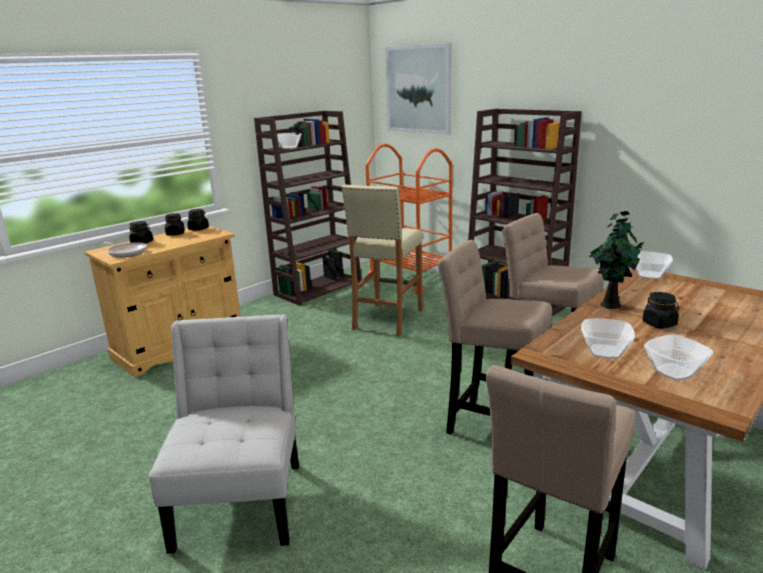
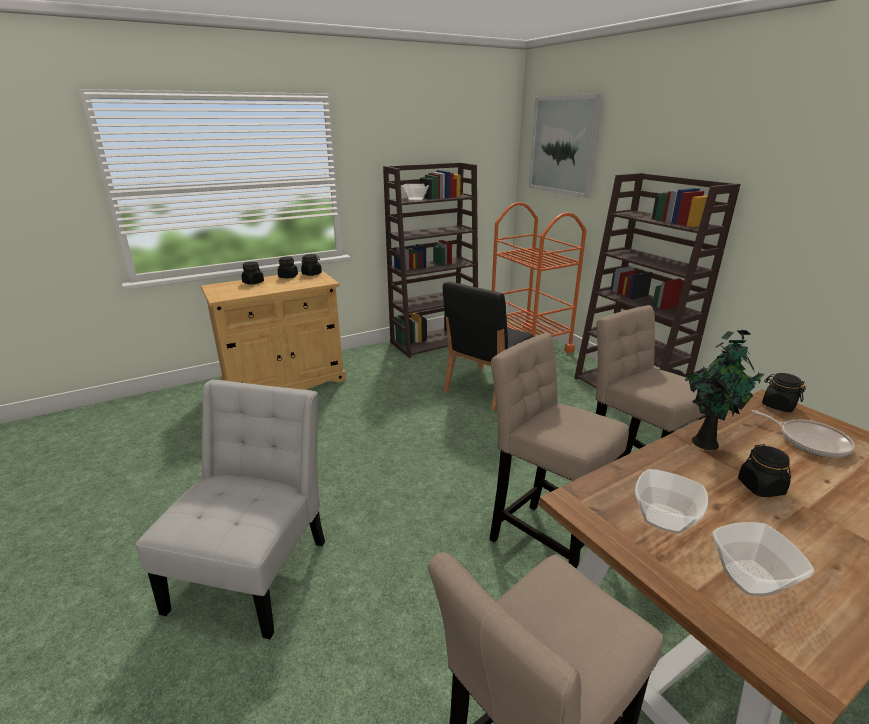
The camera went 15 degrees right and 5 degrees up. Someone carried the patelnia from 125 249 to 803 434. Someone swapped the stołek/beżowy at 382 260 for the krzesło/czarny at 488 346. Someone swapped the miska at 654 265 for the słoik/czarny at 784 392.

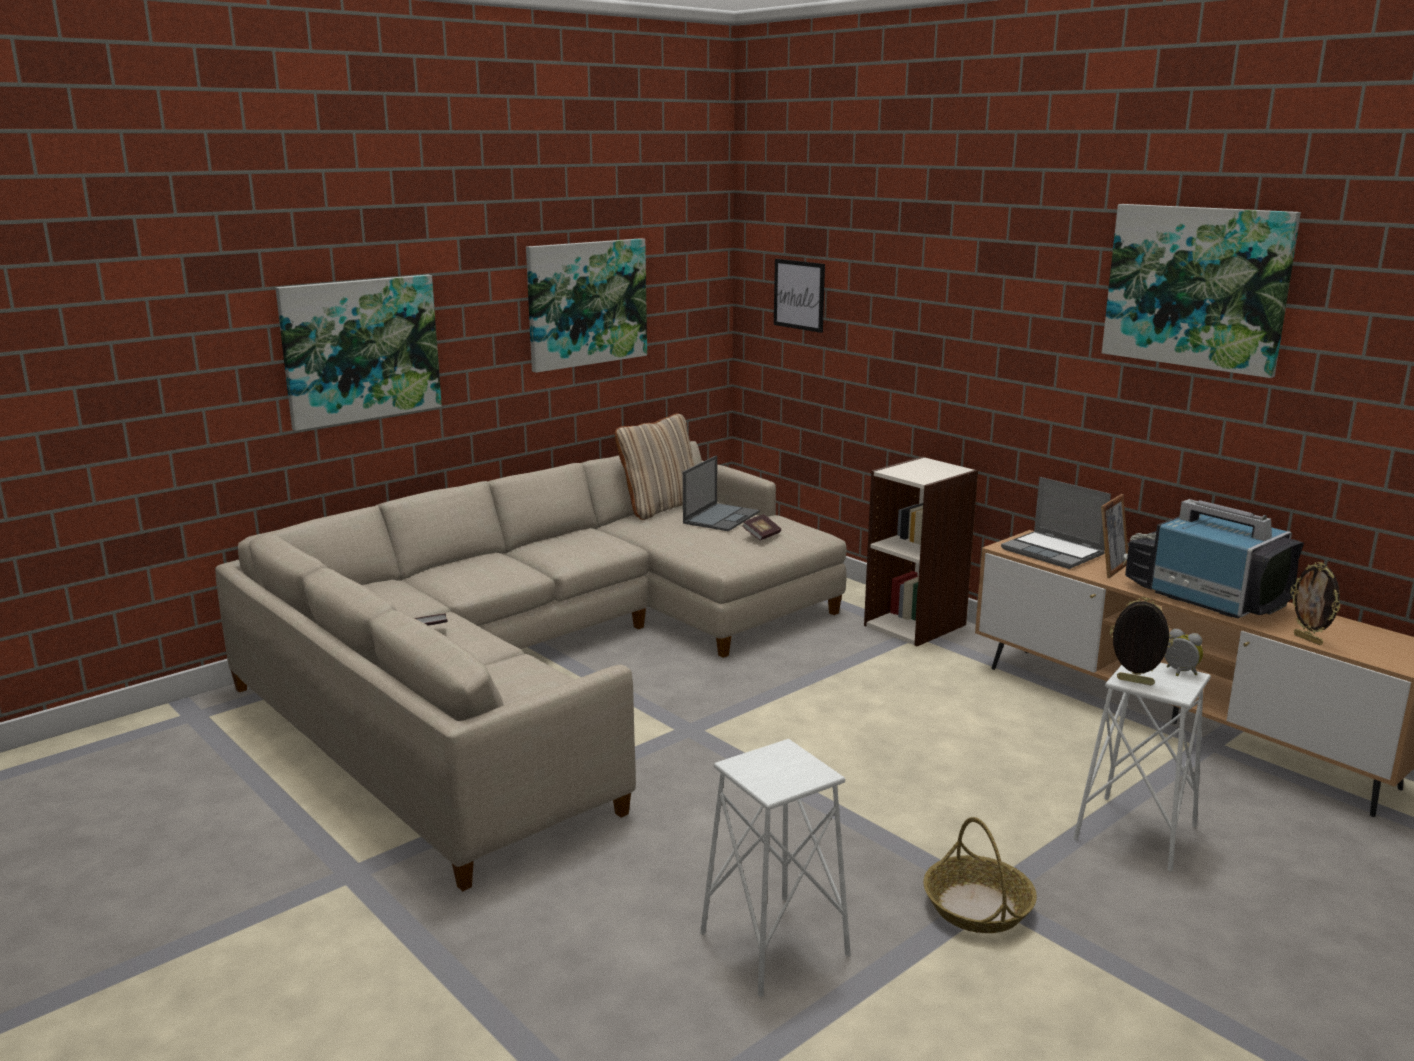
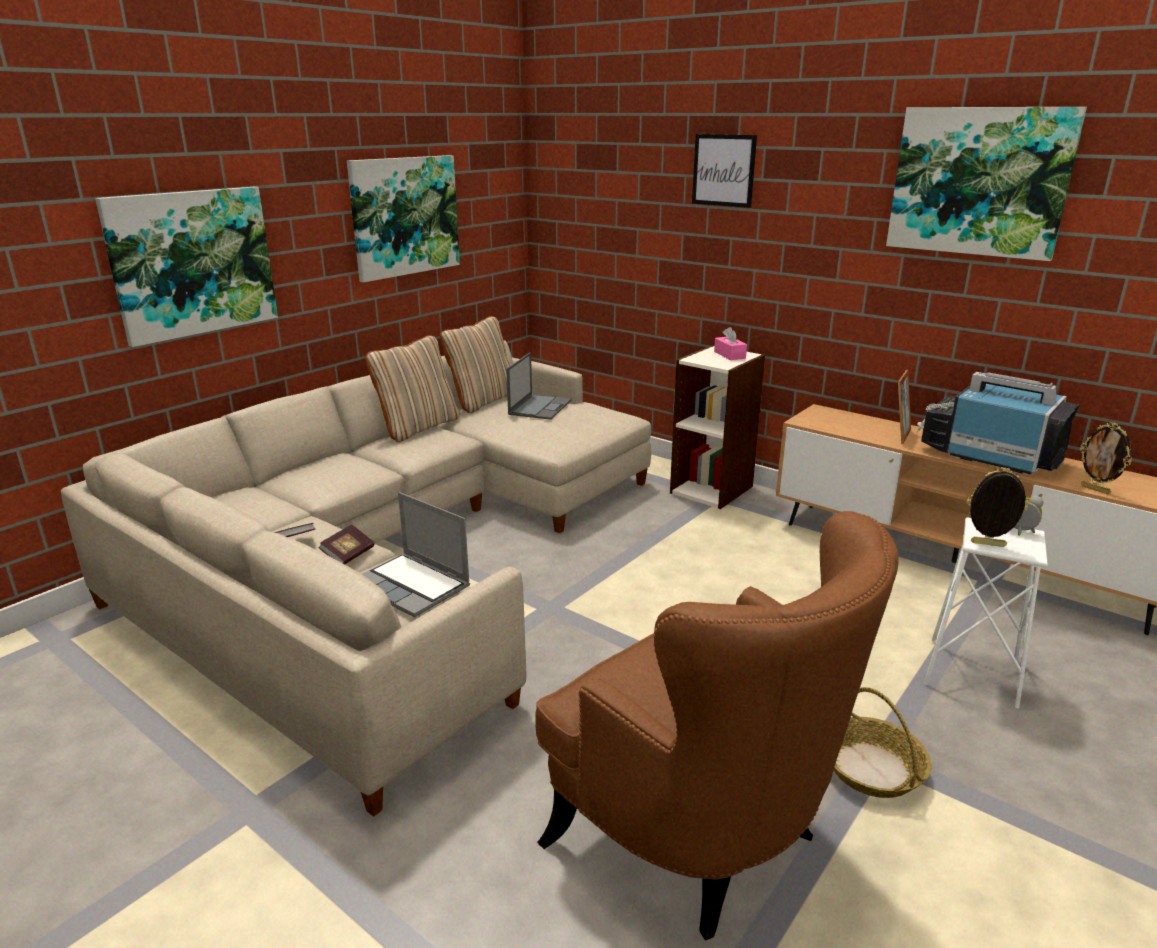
The camera went 10 degrees left and 5 degrees up. Someone swapped the stołek/biały at 775 868 for the fotel/brązowy at 717 726. Someone carried the książka from 761 527 to 347 544. Someone carried the obraz from 799 296 to 724 171. Someone carried the laptop from 1056 523 to 416 554. Someone put down the poduszka/beżowy at 412 388. Someone put down the pudełko chusteczek/różowy at 730 343.

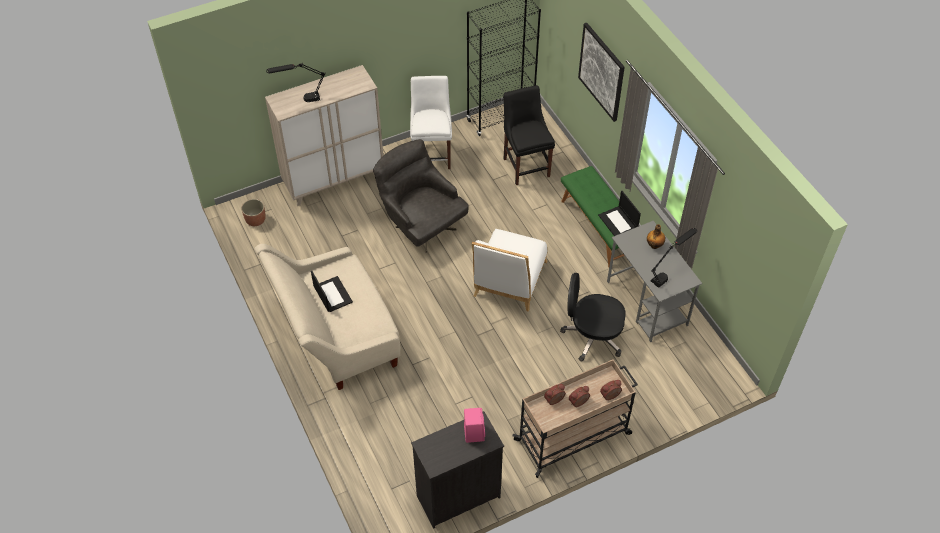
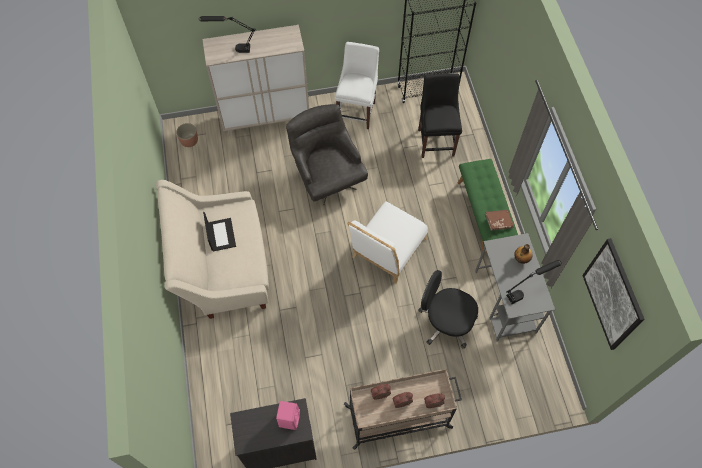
The camera went 15 degrees right and 10 degrees up. Someone carried the obraz from 601 72 to 613 294. Someone swapped the laptop at 619 213 for the książka/brązowy at 499 220.

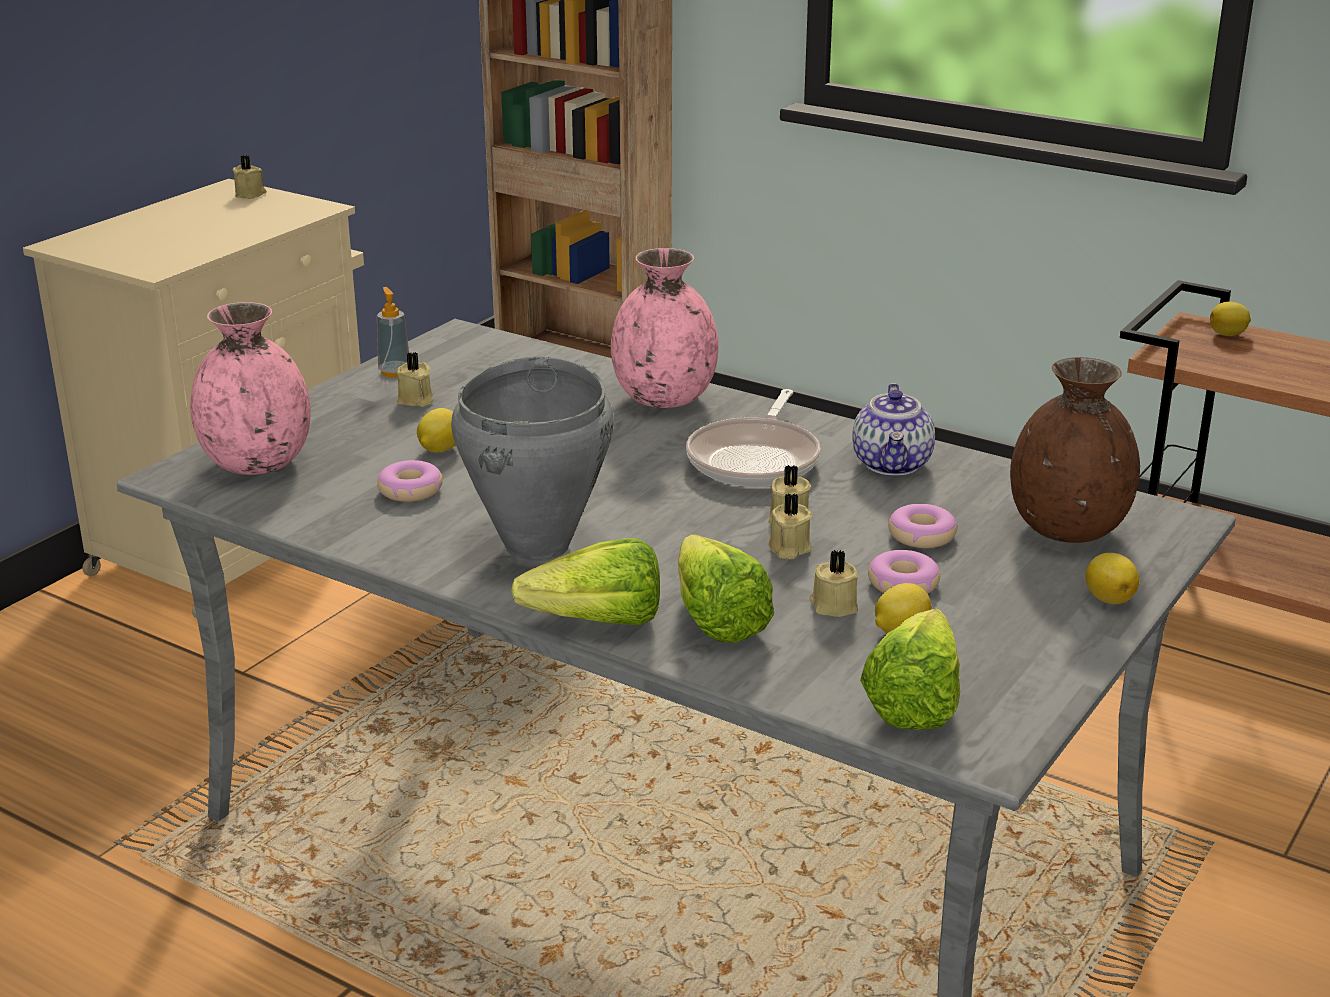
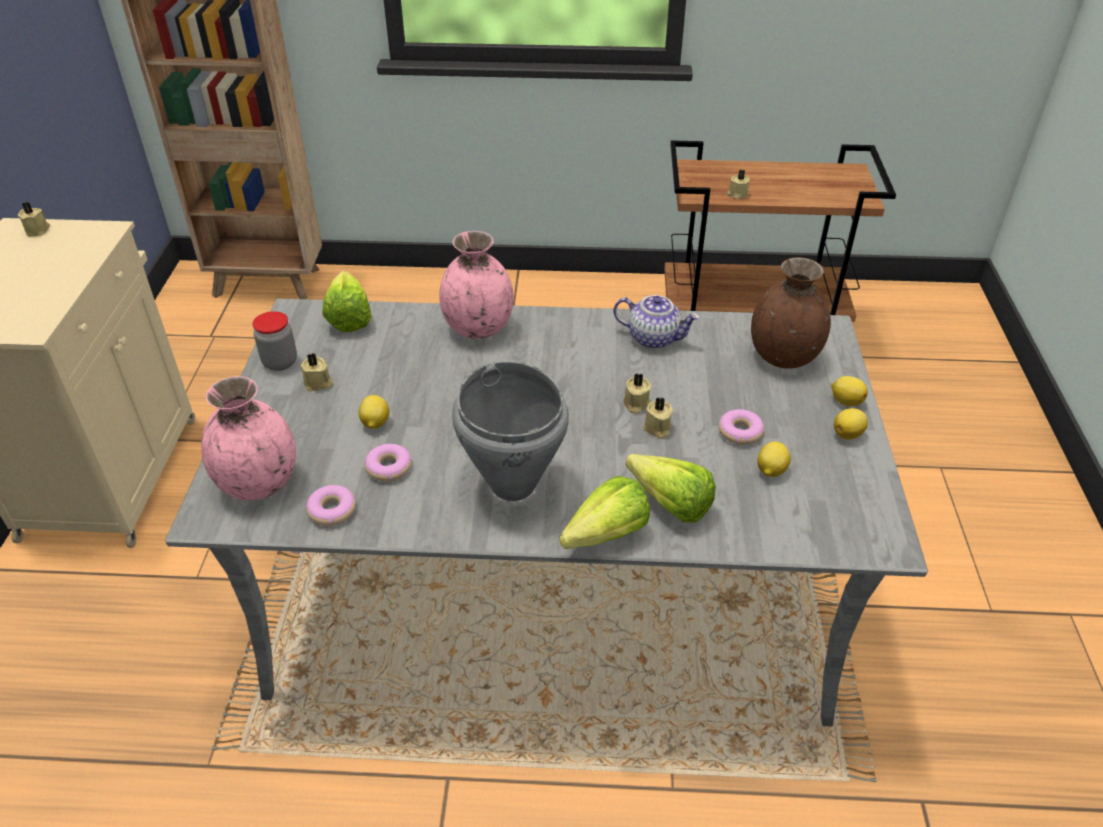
The camera went 30 degrees left and 15 degrees up. Someone swapped the dozownik mydła at 393 332 for the słoik at 274 341. Someone took away the patelnia at 753 438. Someone carried the świeca/beżowy from 833 583 to 738 184. Someone rotated the imbryk at 893 429 by 45 degrees counterclockwise. Someone carried the sałata from 910 669 to 347 301. Someone carried the donut from 923 526 to 330 505. Someone carried the cytryna from 1230 318 to 851 424.

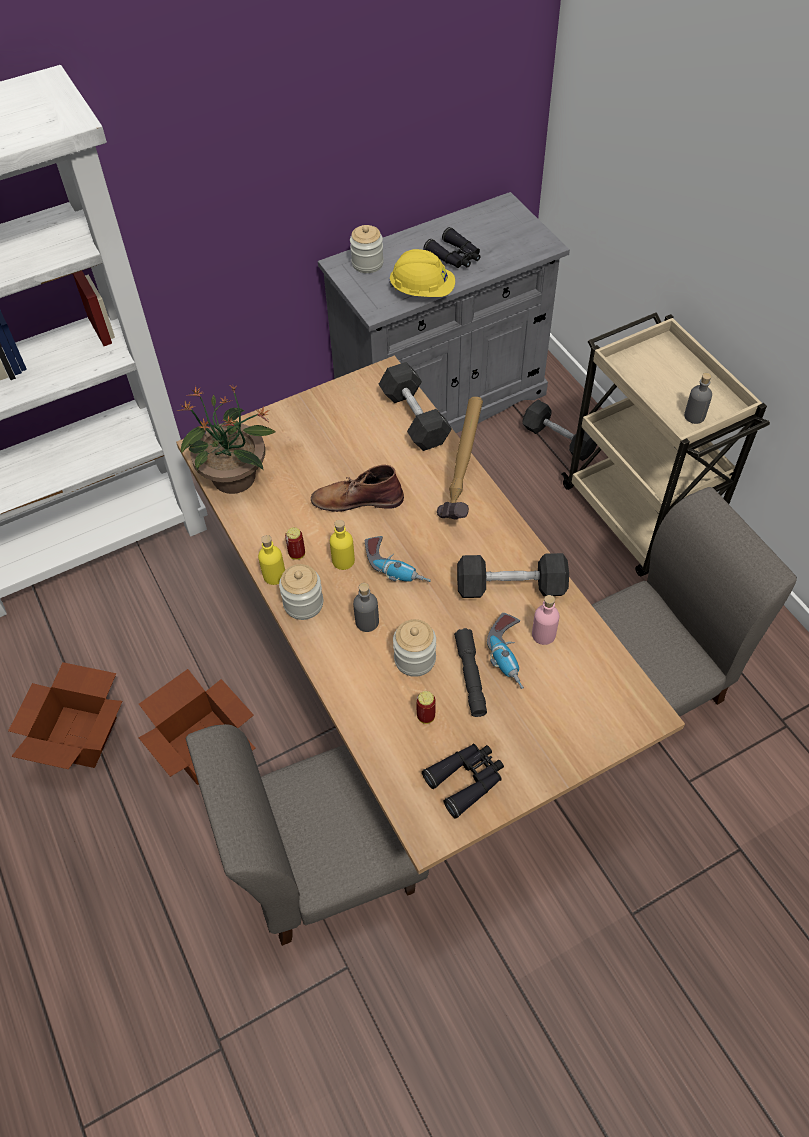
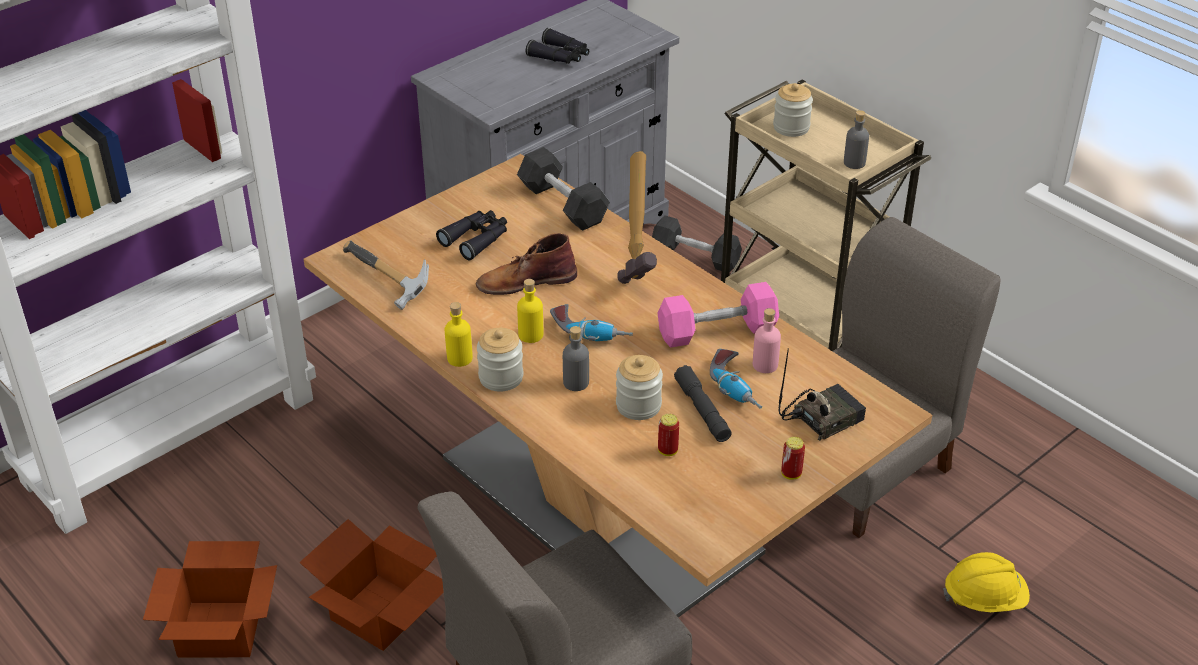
The camera went 15 degrees left and 15 degrees down. Someone swapped the roślina doniczkowa at 226 440 for the młotek at 386 275. Someone carried the puszka from 295 543 to 793 458. Someone carried the słoik from 367 249 to 793 110. Someone carried the kask/żółty from 422 273 to 986 582. Someone carried the lornetka/czarny from 463 781 to 471 235. Someone repainted the hantel/czarny at 513 575, which became the hantel/różowy at 718 315. Someone put down the radio at 822 394.

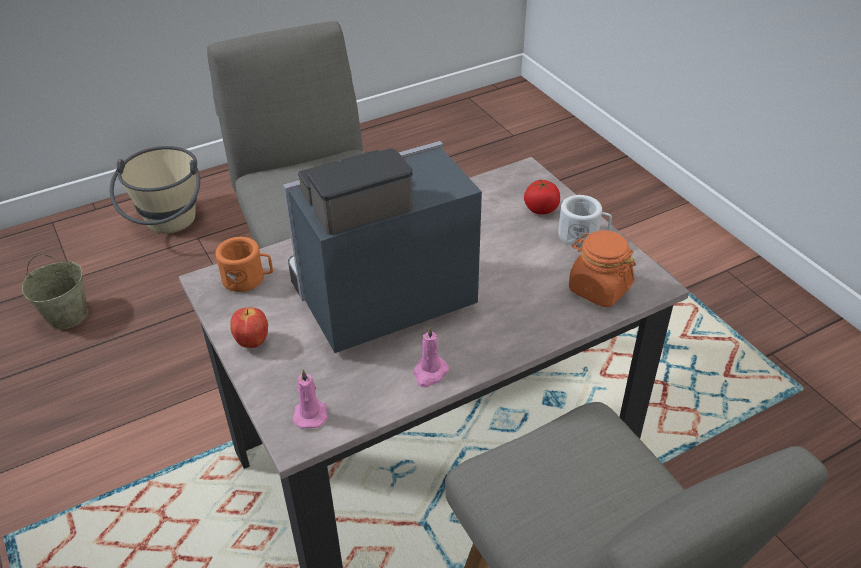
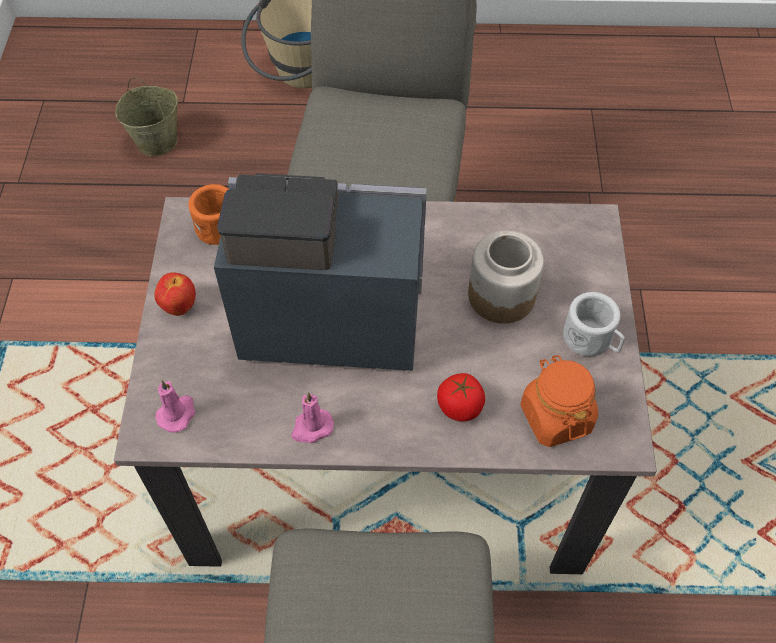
The camera went 30 degrees right and 15 degrees up. Someone carried the pomidor from 542 197 to 461 397. Someone put down the słoik at 506 277.

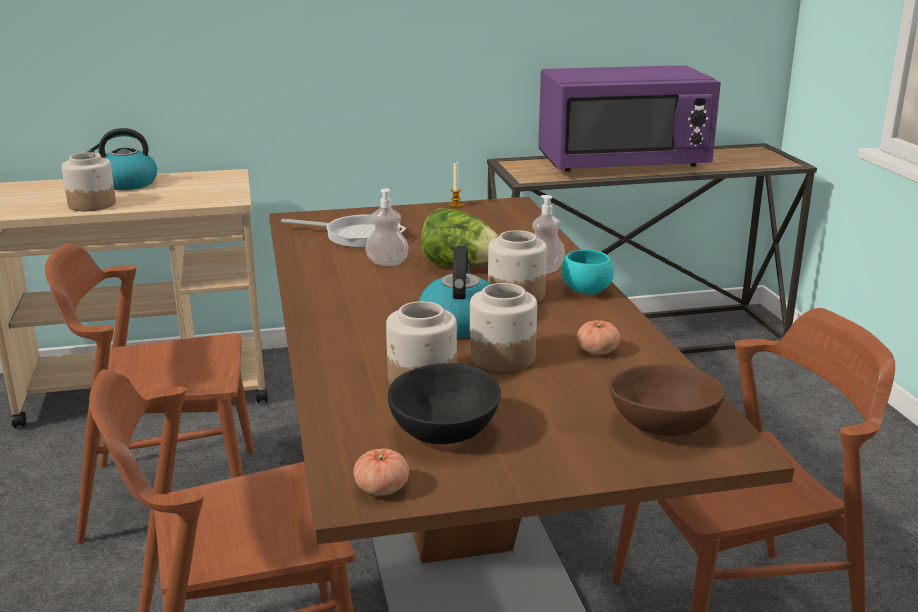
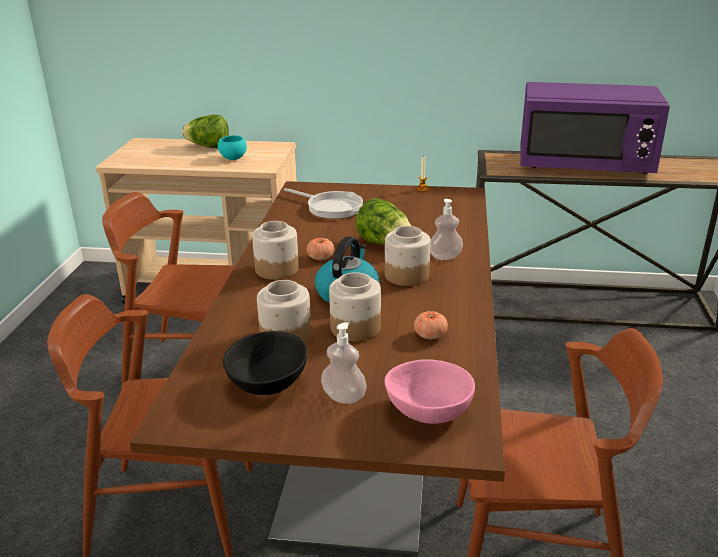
The camera went 20 degrees right and 5 degrees up. Someone carried the słoik from 89 182 to 275 250. Someone swapped the czajnik at 121 159 for the sałata at 205 131. Someone carried the pomidor from 381 472 to 320 249. Someone carried the dozownik mydła from 387 227 to 344 363. Someone carried the miska/turkusowy from 588 272 to 232 147. Someone repainted the miska/brązowy at 667 400, which became the miska/różowy at 430 391.

